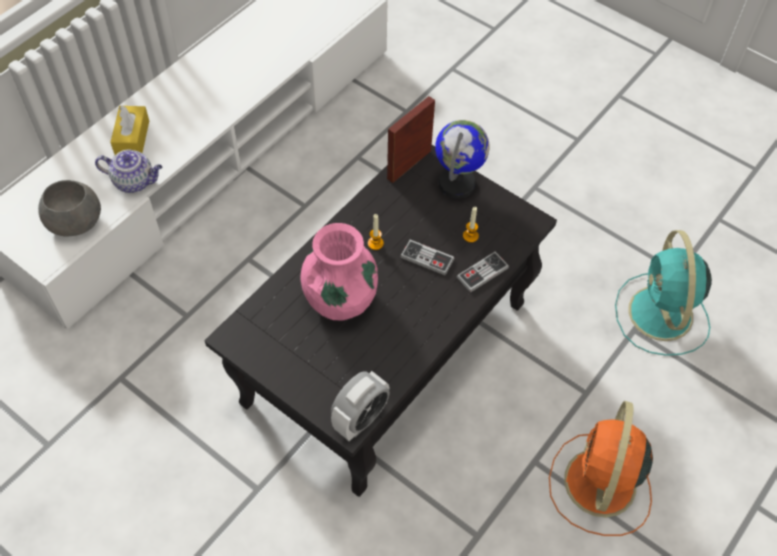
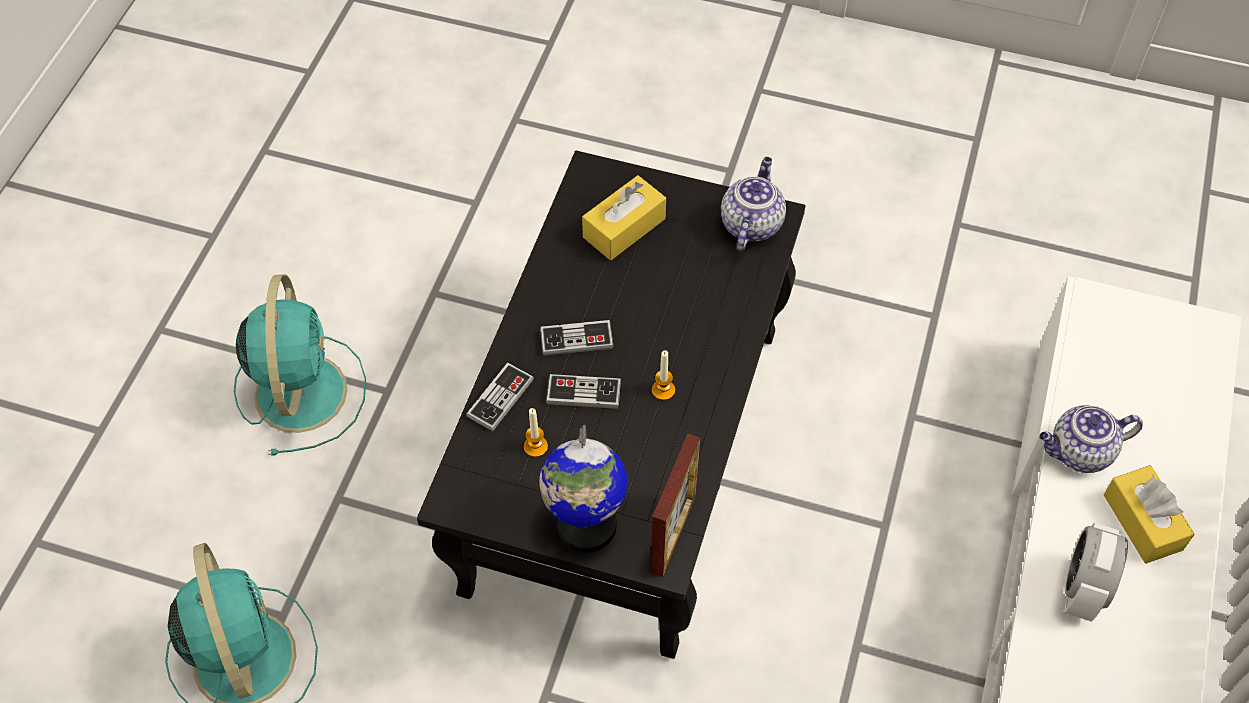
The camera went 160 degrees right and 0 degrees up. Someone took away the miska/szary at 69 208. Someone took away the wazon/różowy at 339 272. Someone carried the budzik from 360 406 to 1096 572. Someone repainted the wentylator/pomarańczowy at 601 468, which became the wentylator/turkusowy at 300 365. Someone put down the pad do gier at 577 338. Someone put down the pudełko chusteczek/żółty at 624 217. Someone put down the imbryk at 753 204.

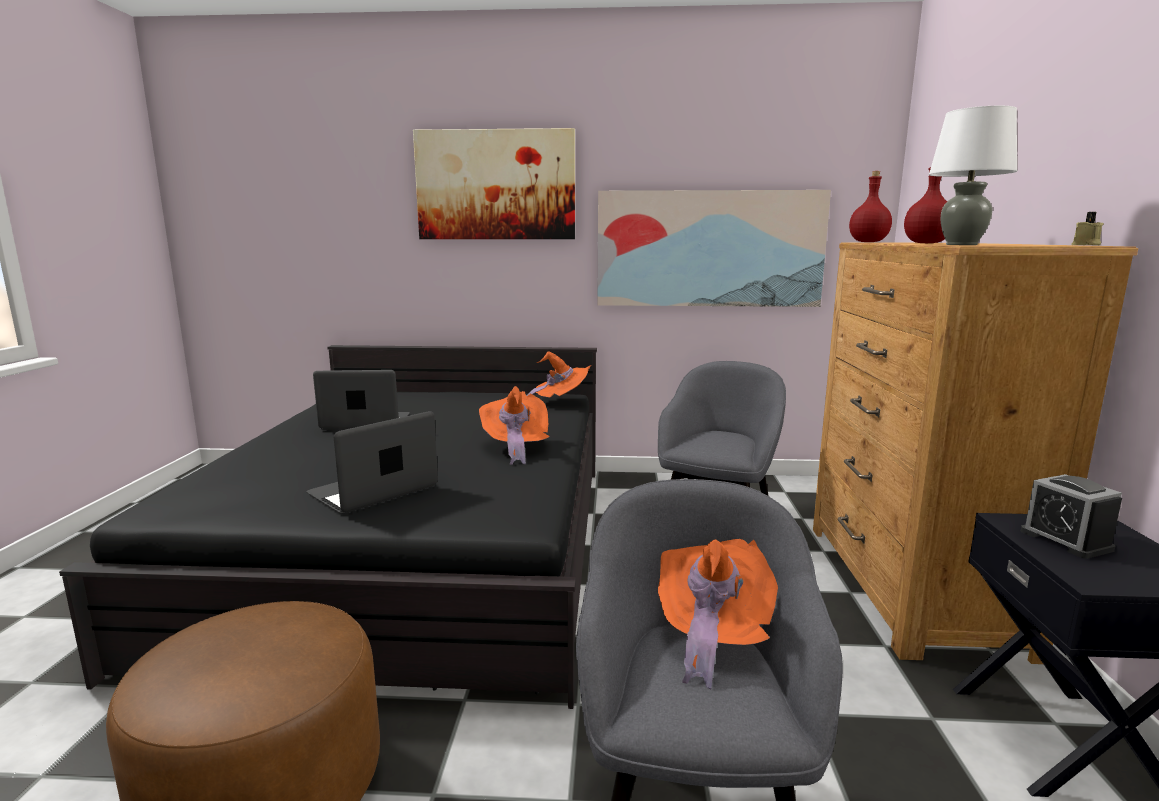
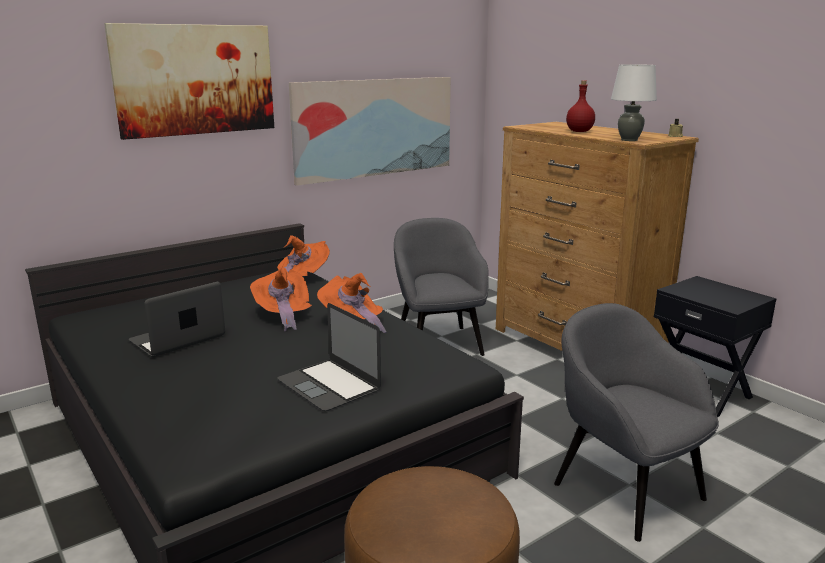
The camera went 40 degrees left and 5 degrees up. Someone rotated the laptop at 372 462 by 45 degrees counterclockwise. Someone carried the kapelusz/pomarańczowy from 718 614 to 281 299. Someone took away the butelka/czerwony at 870 206. Someone took away the budzik at 1071 516.

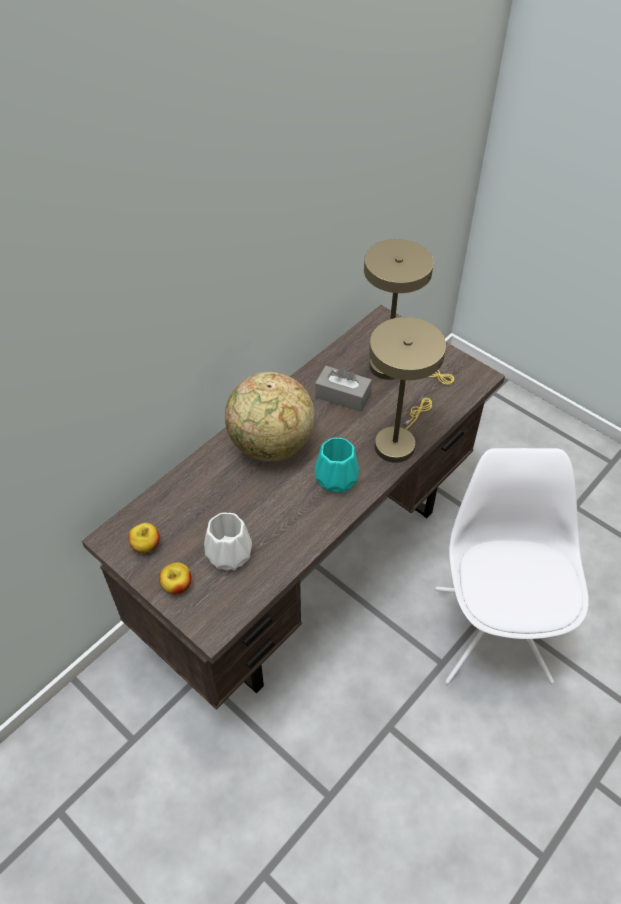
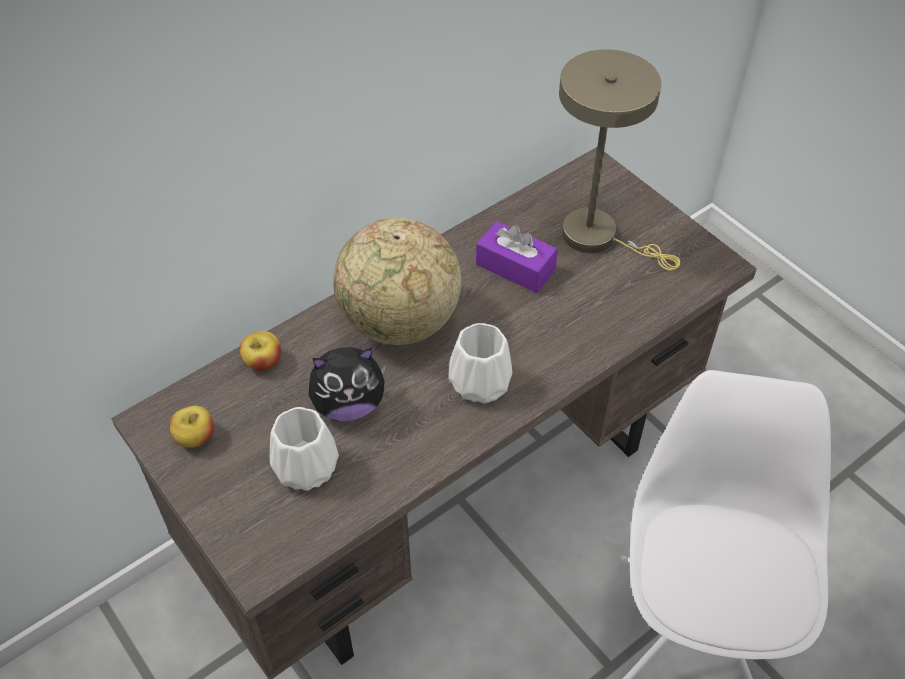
The camera went 10 degrees right and 0 degrees up. Someone carried the jabłko from 175 578 to 260 351. Someone repainted the pudełko chusteczek/szary at 343 389, which became the pudełko chusteczek/fioletowy at 517 257. Someone repainted the wazon/turkusowy at 337 465, which became the wazon/biały at 480 363. Someone took away the lampa stołowa/beżowy at 407 390. Someone put down the pluszak at 347 384.

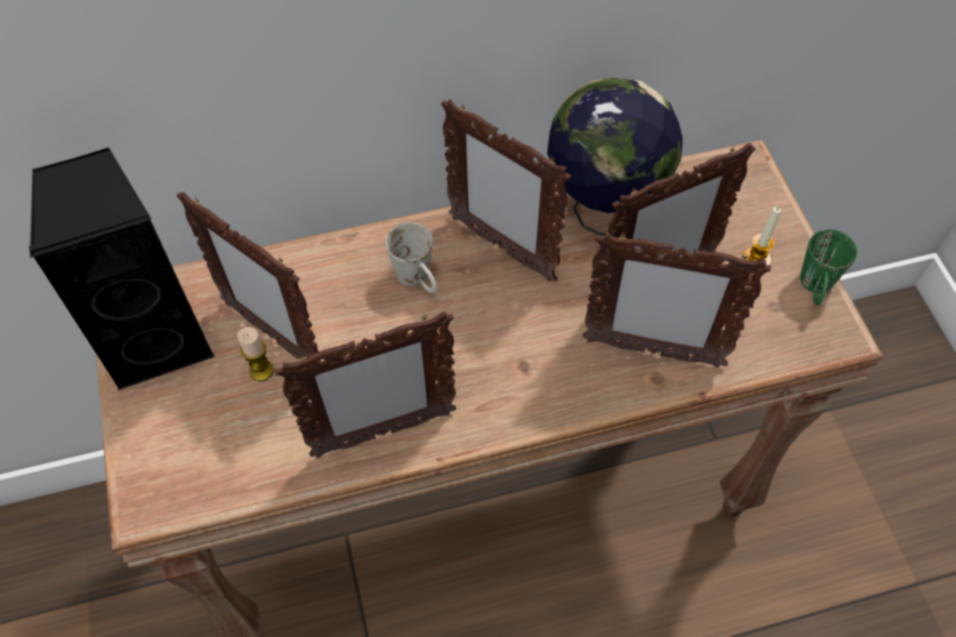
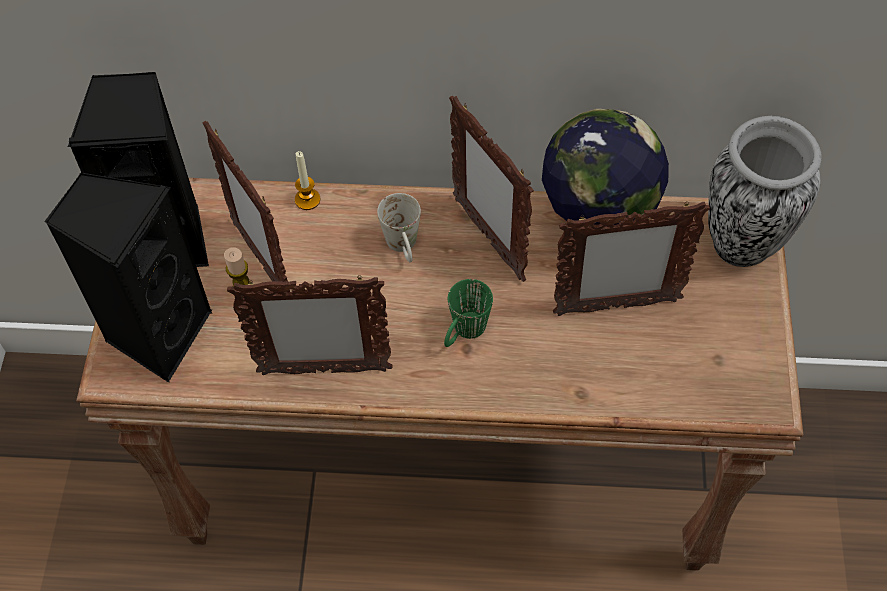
The camera went 20 degrees right and 0 degrees up. Someone took away the ramka na zdjęcie at 677 300. Someone carried the świeca from 761 235 to 307 180. Someone carried the kubek/zielony from 828 267 to 468 313. Someone put down the głośnik/czarny at 128 277. Someone put down the wazon at 765 191.

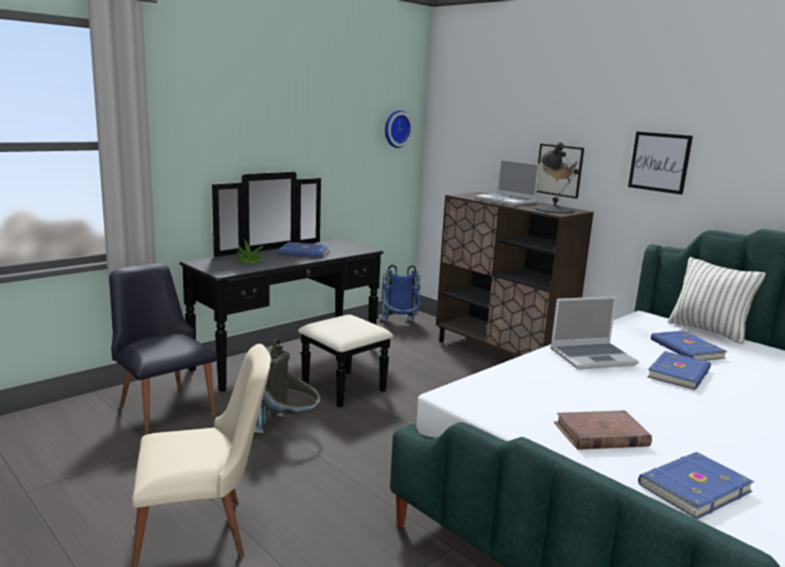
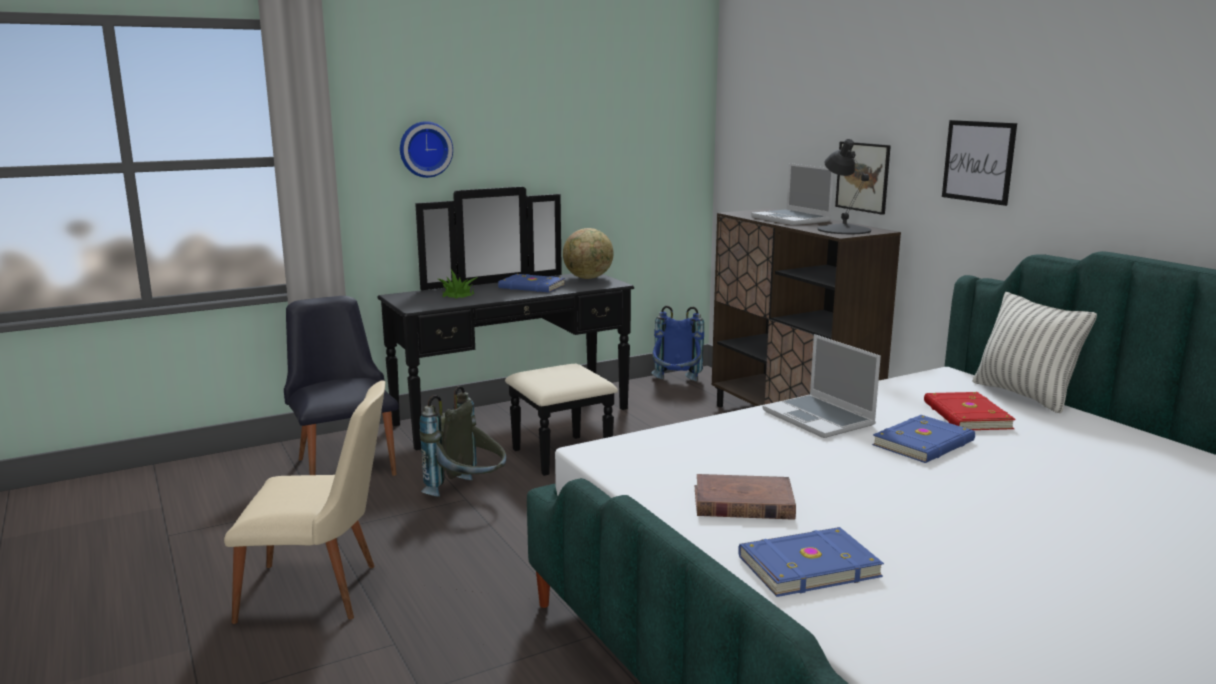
The camera went 15 degrees right and 0 degrees up. Someone carried the zegar ścienny from 399 129 to 426 149. Someone rotated the laptop at 594 332 by 60 degrees clockwise. Someone repainted the książka/niebieski at 689 346, which became the książka/czerwony at 970 411. Someone put down the globus at 588 253.

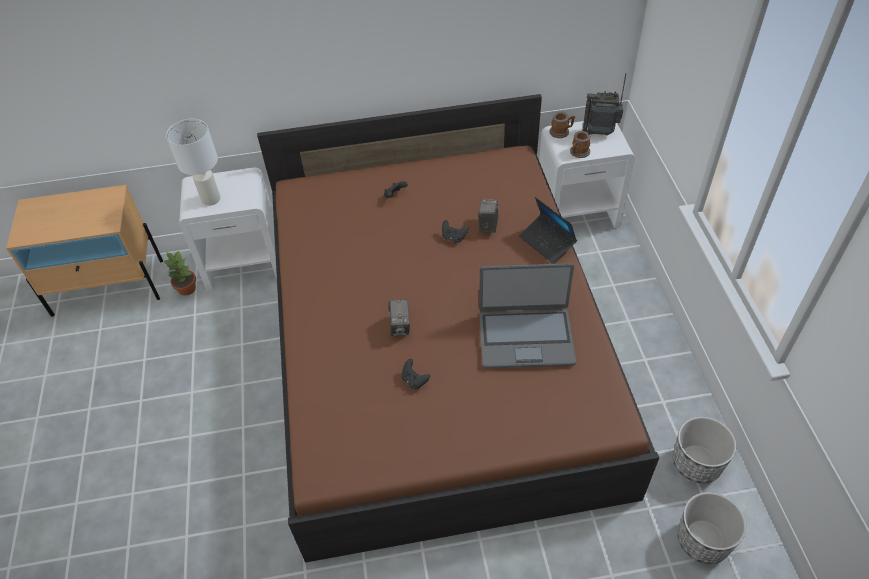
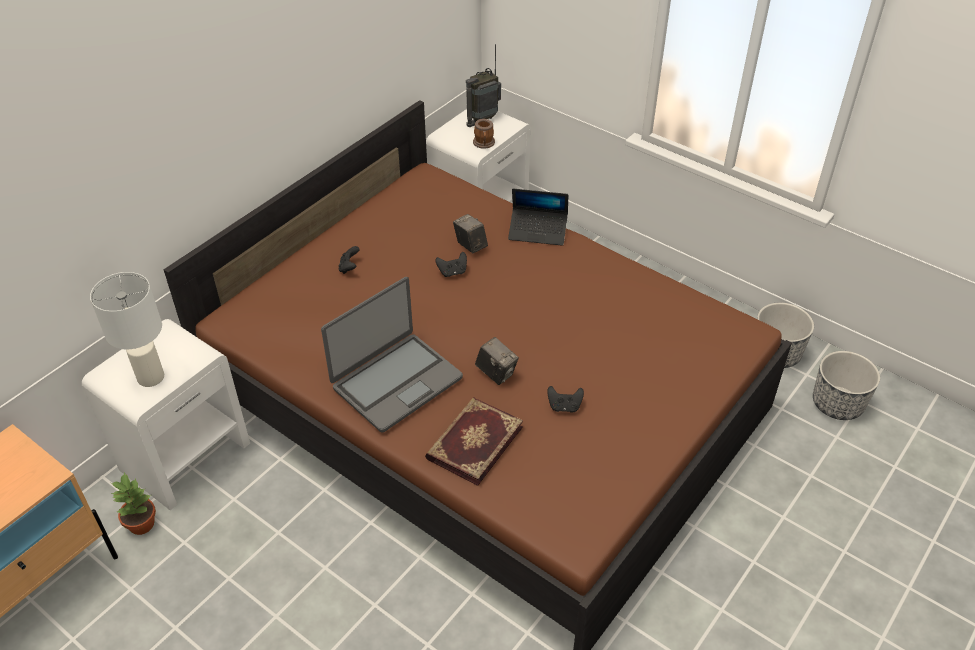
The camera went 45 degrees left and 5 degrees down. Someone carried the laptop from 527 316 to 392 354. Someone took away the kubek at 562 125. Someone put down the książka at 474 441.

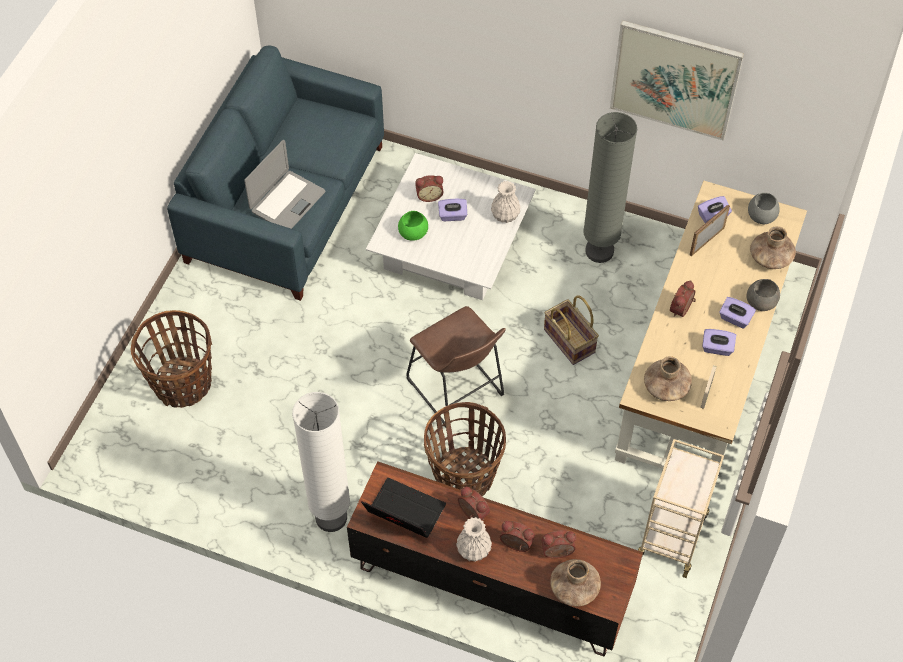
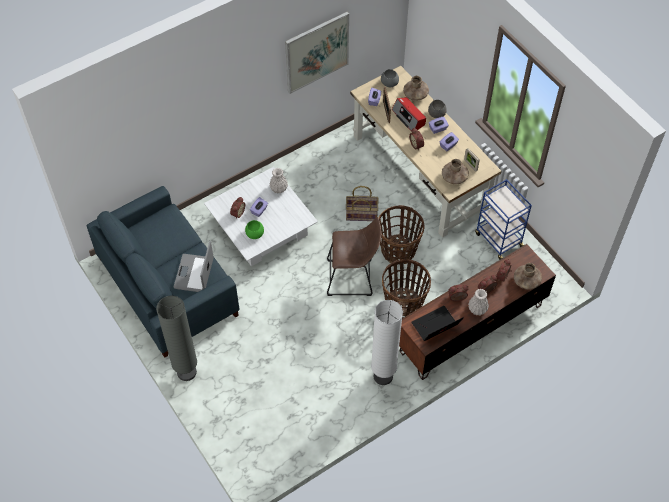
The camera went 55 degrees left and 0 degrees up. Someone carried the koszyk from 171 359 to 401 235. Someone rotated the laptop at 284 184 by 150 degrees counterclockwise. Someone carried the lampa stojąca/szary from 610 187 to 176 338. Someone repainted the wózek/beżowy at 681 508, which became the wózek/niebieski at 503 219. Someone put down the radio at 409 114.

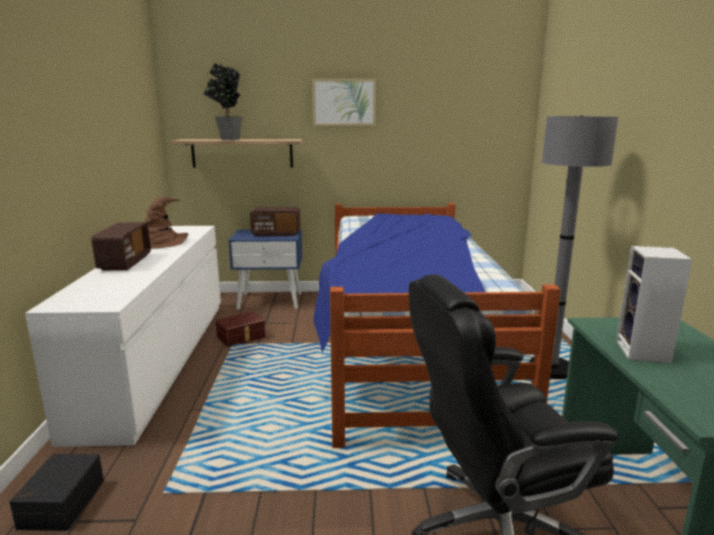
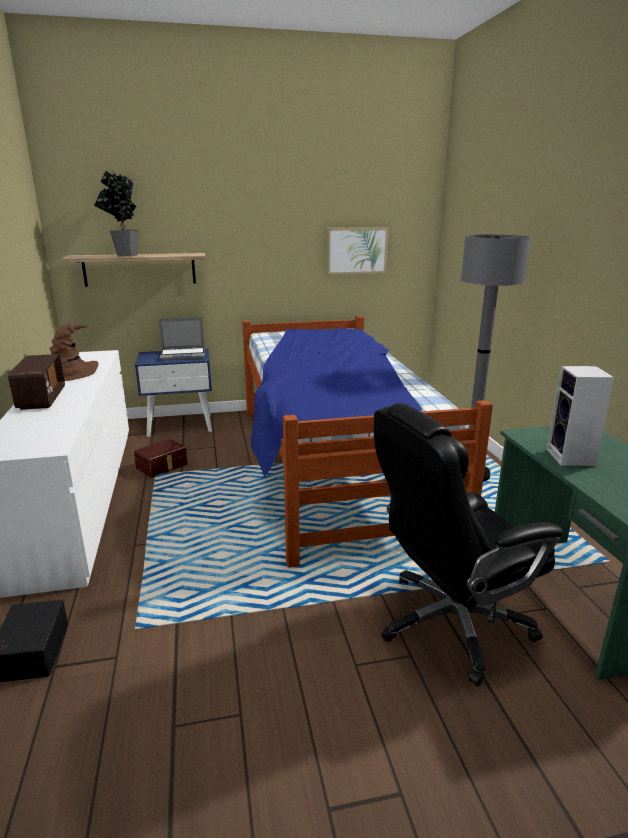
The camera went 10 degrees left and 5 degrees up. Someone swapped the radio at 275 221 for the laptop at 182 339. Someone carried the obraz from 344 102 to 357 251.

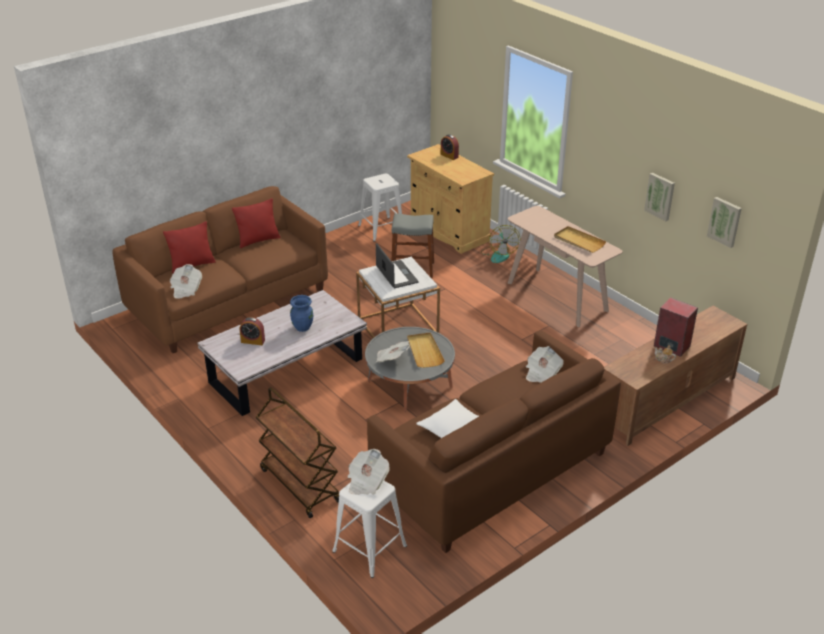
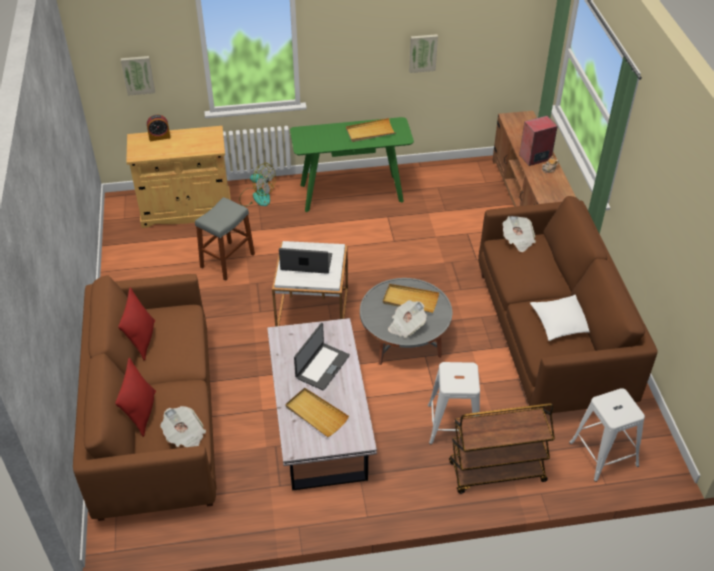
The camera went 60 degrees left and 10 degrees up. Someone swapped the budzik at 252 331 for the taca/beżowy at 317 412. Someone swapped the wazon/niebieski at 301 313 for the laptop at 322 357. Someone took away the gazeta at 368 472. Someone carried the stołek/biały from 380 207 to 454 403. Someone repainted the stolik konsolowy/beżowy at 565 266, which became the stolik konsolowy/zielony at 352 164. Someone carried the obraz from 724 222 to 138 75.

